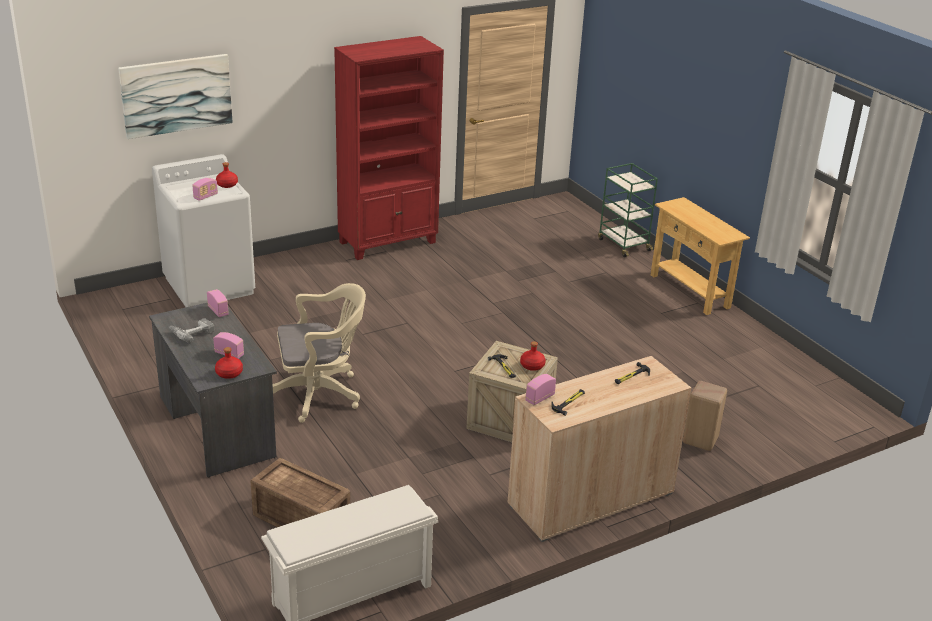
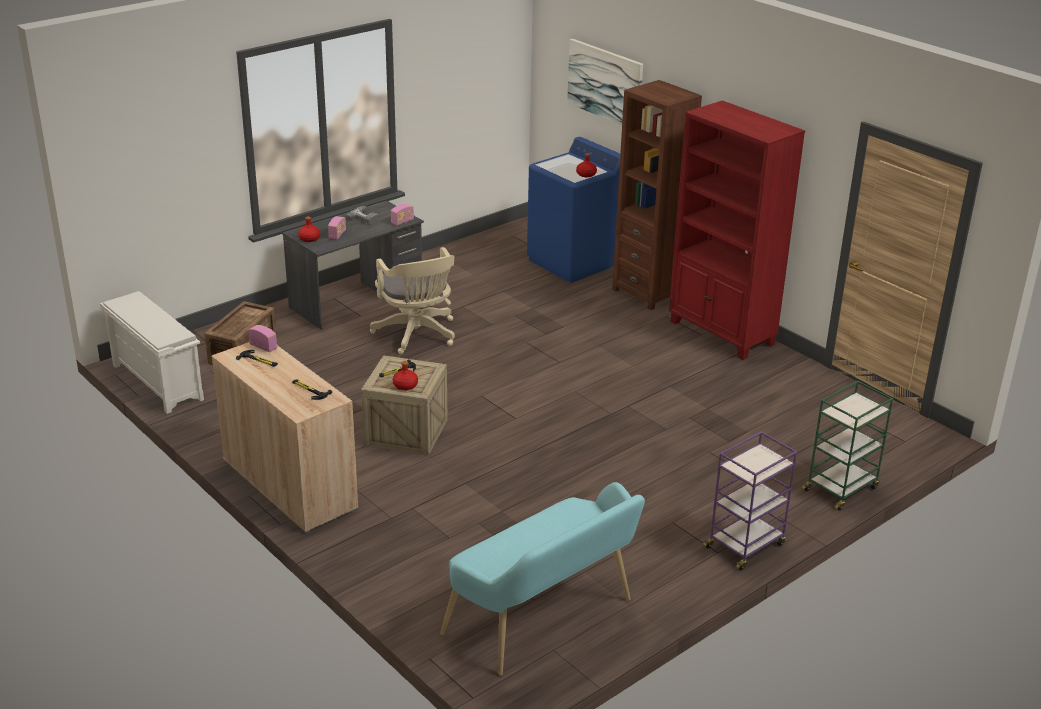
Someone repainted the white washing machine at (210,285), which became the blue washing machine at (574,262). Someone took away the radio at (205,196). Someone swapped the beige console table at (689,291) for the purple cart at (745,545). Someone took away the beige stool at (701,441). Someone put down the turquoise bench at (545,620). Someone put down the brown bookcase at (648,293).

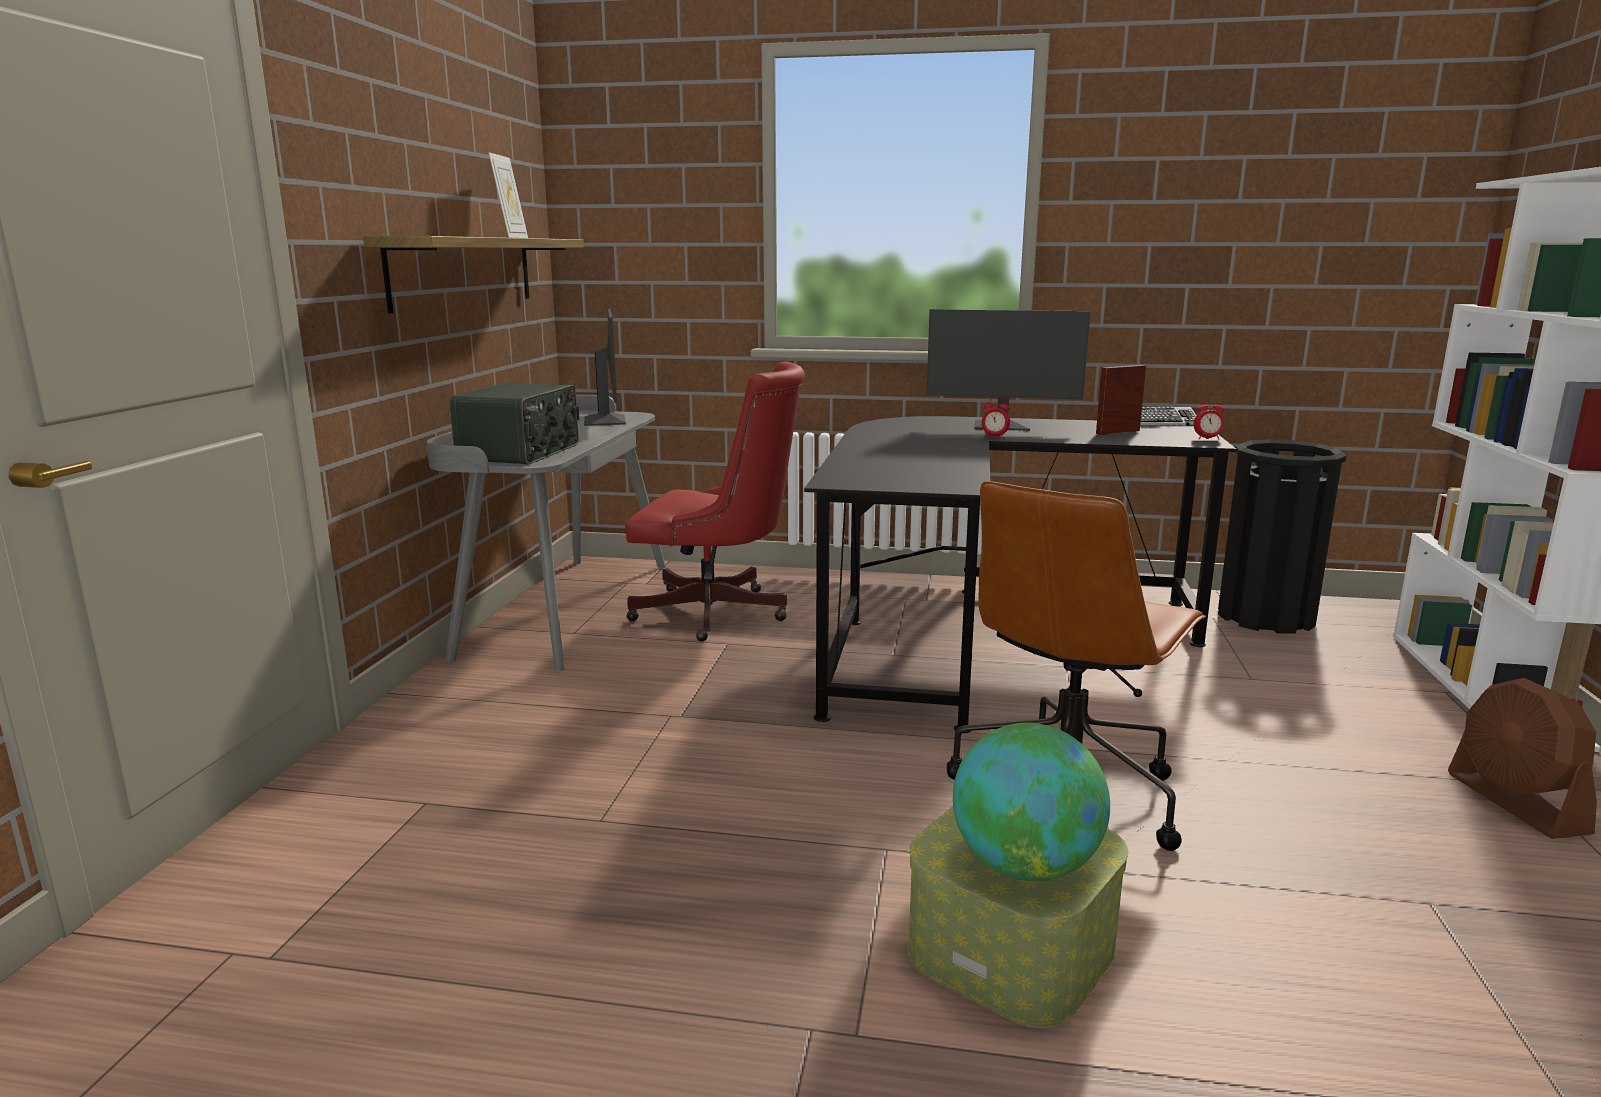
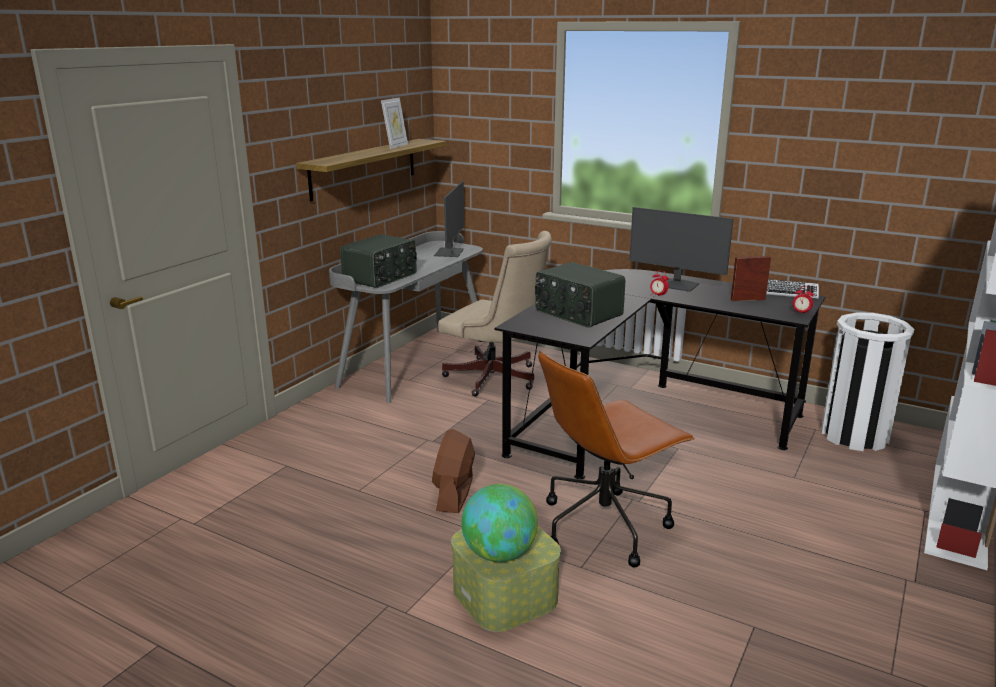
Someone repainted the red office chair at (719,614), which became the beige office chair at (497,379). Someone repainted the black trash can at (1266,617), which became the white trash can at (854,435). Someone carried the brown fan from (1516,803) to (454,494). Someone put down the radio at (577,313).

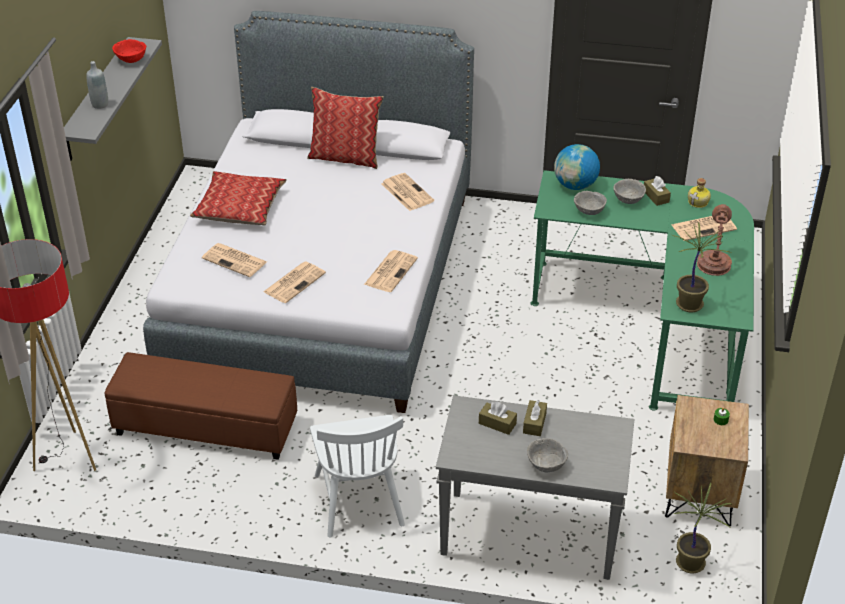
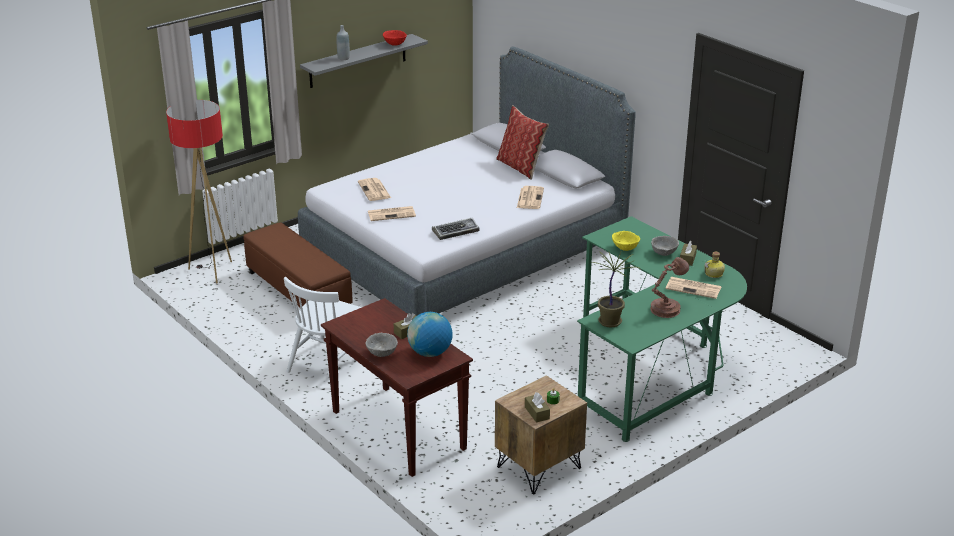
Someone took away the pillow at (240,207). Someone swapped the newspaper at (391,271) for the keyboard at (456,231). Someone repainted the grey console table at (527,536), which became the brown console table at (397,430). Someone carried the brown tissue box from (497,423) to (537,413). Someone carried the globe from (575,185) to (430,353). Someone repainted the grey bowl at (588,211), which became the yellow bowl at (624,248). Someone took away the potted plant at (691,562).

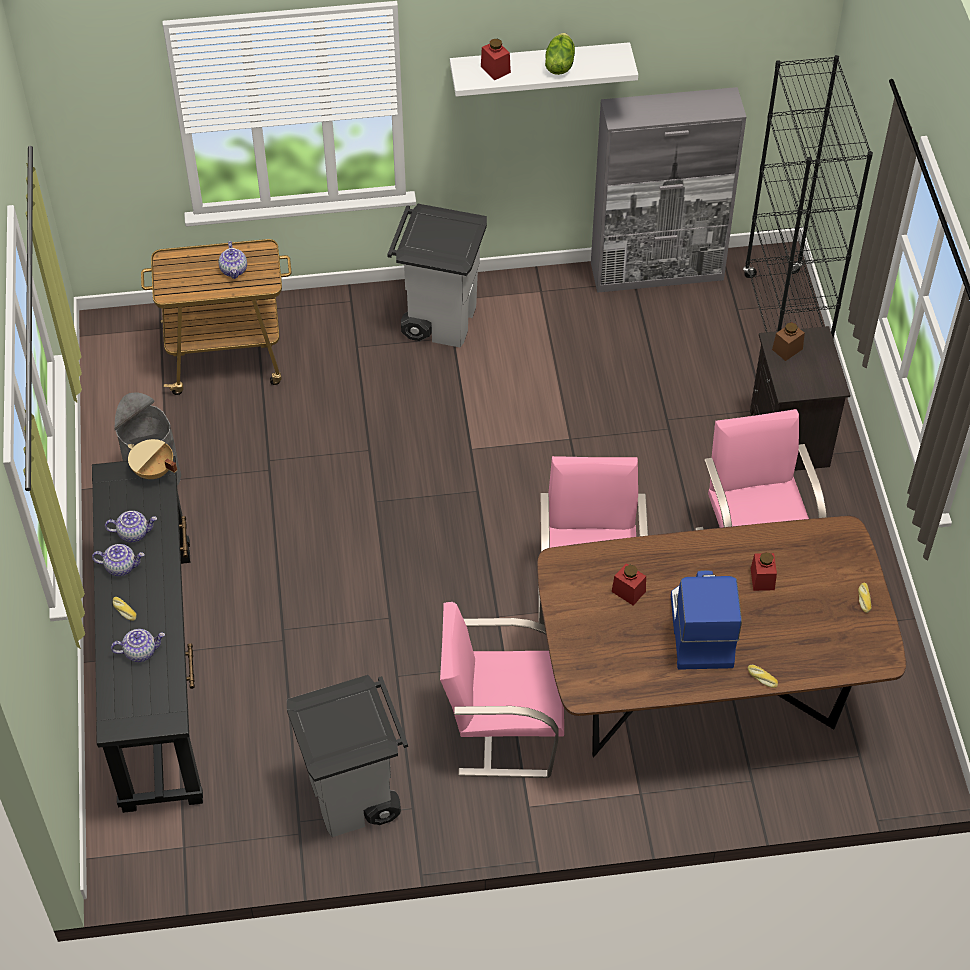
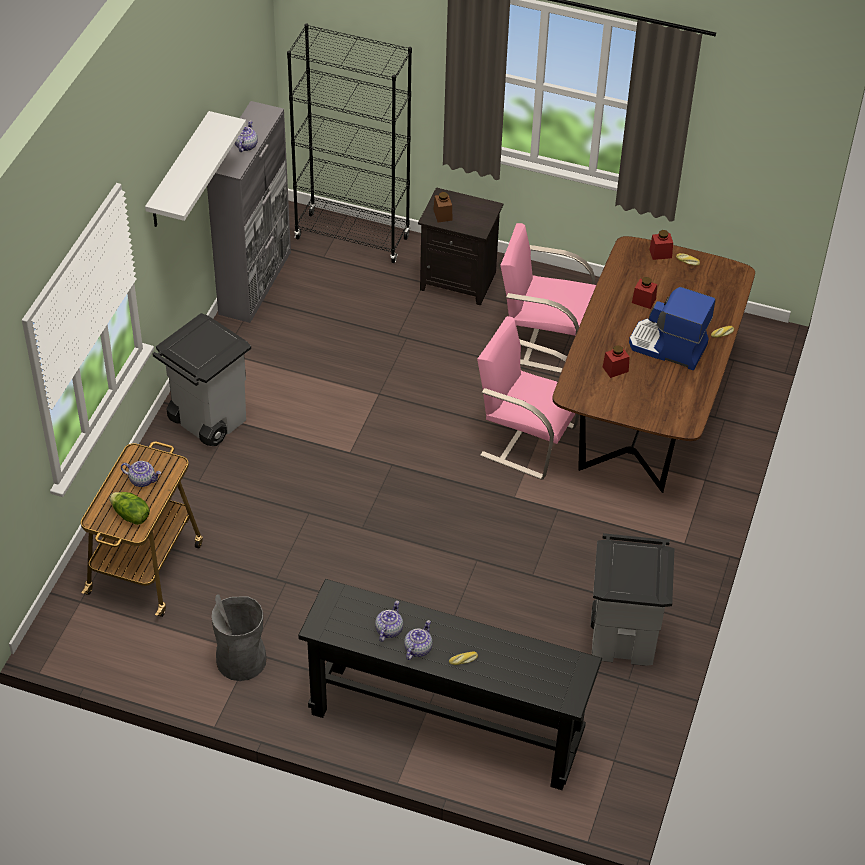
Someone carried the teapot from (140,651) to (245,145). Someone took away the beige cooking pot at (153,471). Someone took away the pink chair at (502,729). Someone carried the red jar from (495,69) to (660,253). Someone carried the lettuce from (559,64) to (130,516).

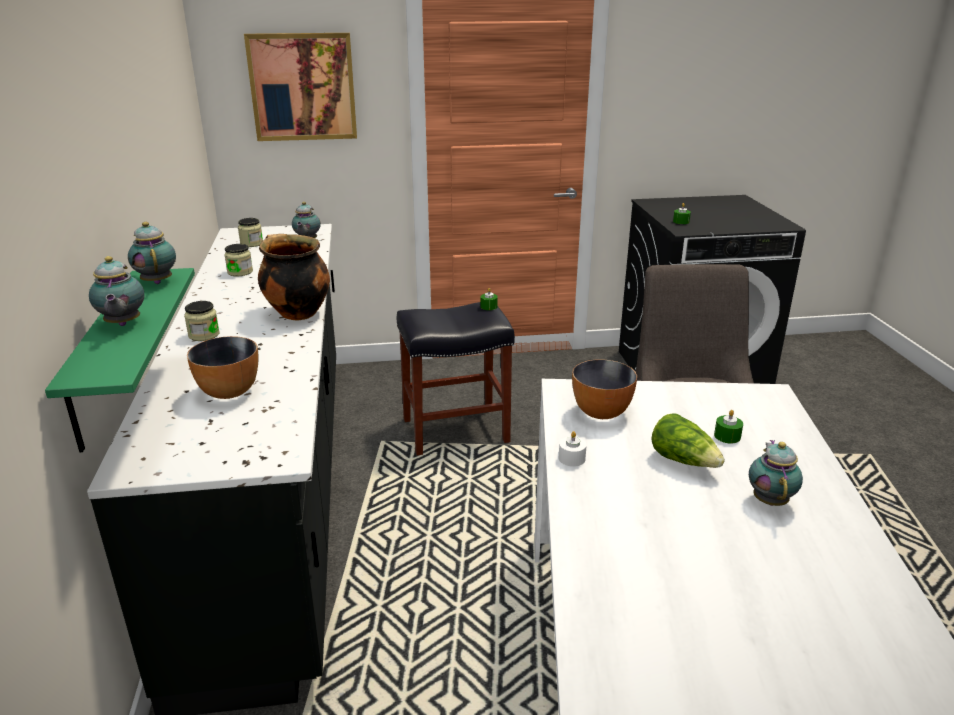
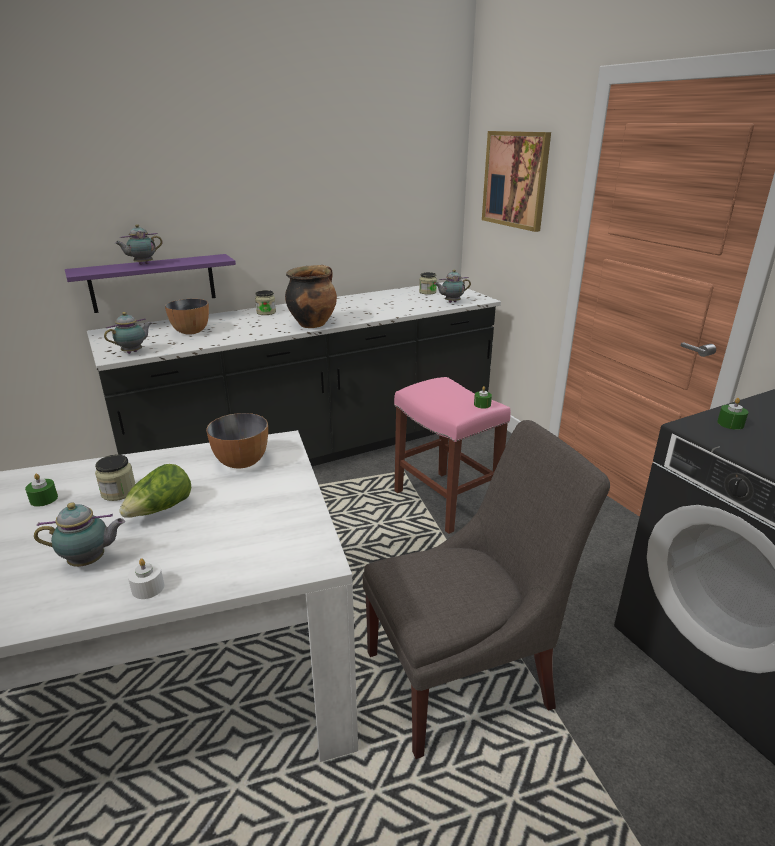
Someone repainted the green shelf at (104,357), which became the purple shelf at (153,283). Someone carried the teapot from (157,281) to (134,352). Someone carried the jar from (240,272) to (119,492). Someone repainted the black stool at (456,429), which became the pink stool at (447,501). Someone carried the white candle from (571,458) to (148,588). Someone carried the green candle from (727,436) to (44,499).

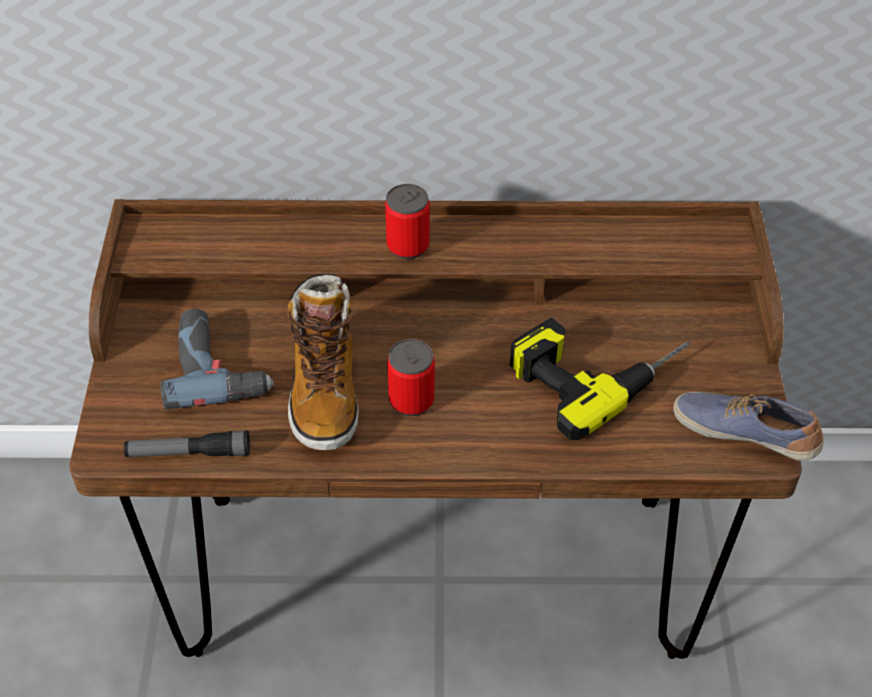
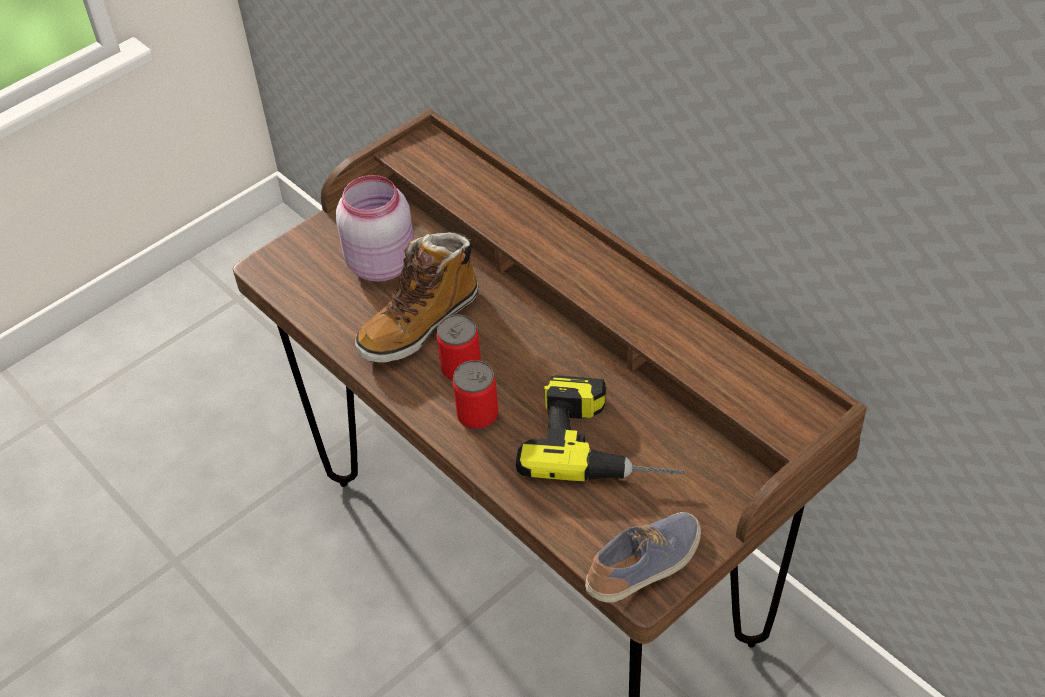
Someone took away the flashlight at (188,453). Someone swapped the power drill at (218,366) for the pink jar at (381,262). Someone carried the can from (408,246) to (477,415). Someone rotated the shoe at (744,433) by 60 degrees clockwise.

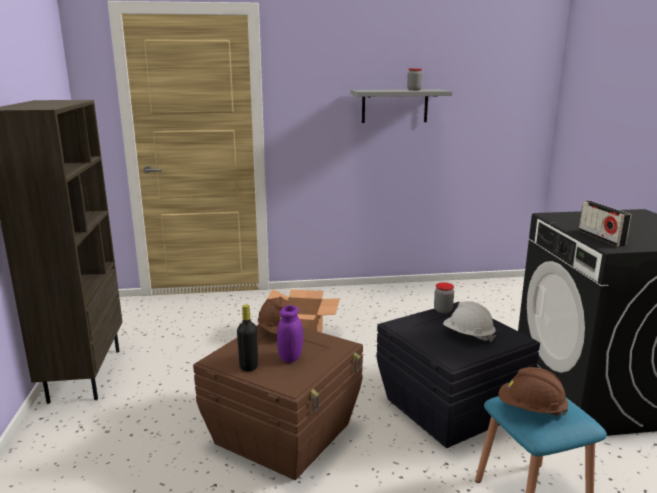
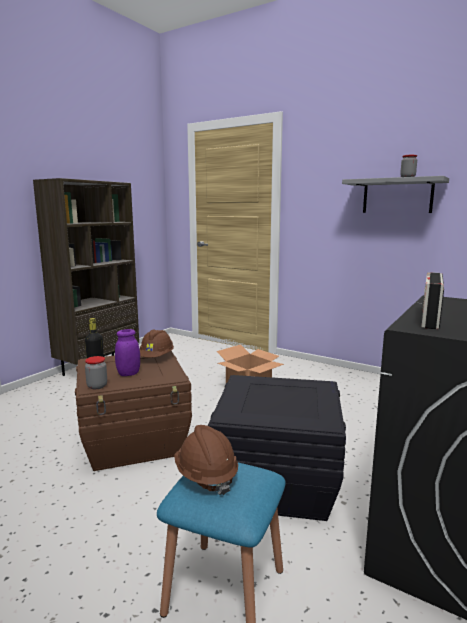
Someone carried the jar from (443,310) to (97,386). Someone took away the white hard hat at (468,335).

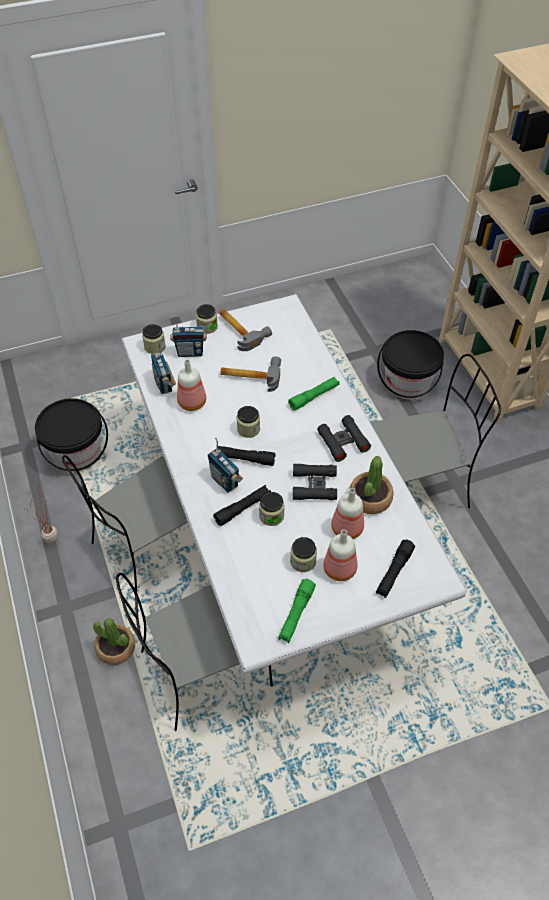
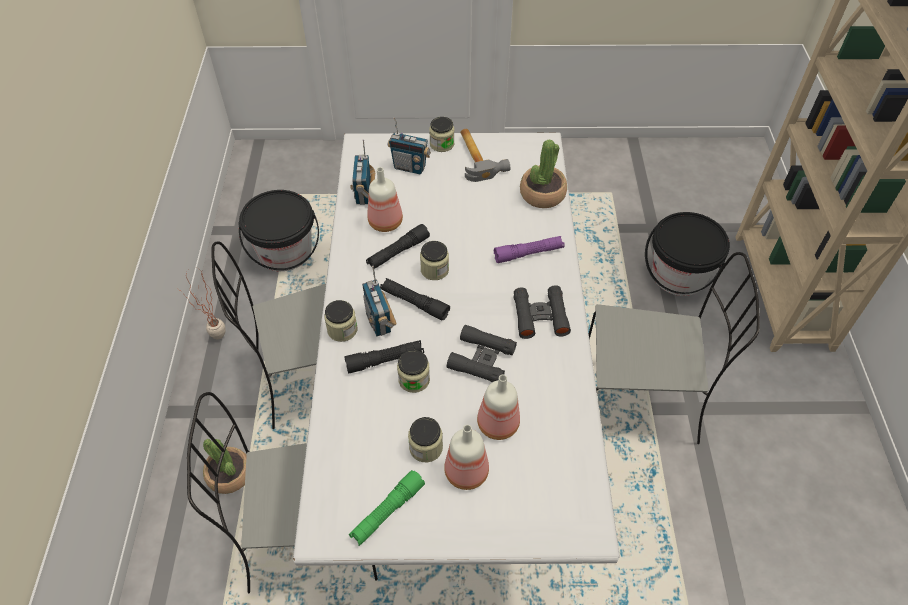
Someone carried the jar from (155,347) to (342,330). Someone took away the hammer at (250,375). Someone repainted the green flashlight at (314,397), which became the purple flashlight at (528,253). Someone carried the potted plant from (370,498) to (542,194). Someone carried the black flashlight from (394,572) to (398,252).

